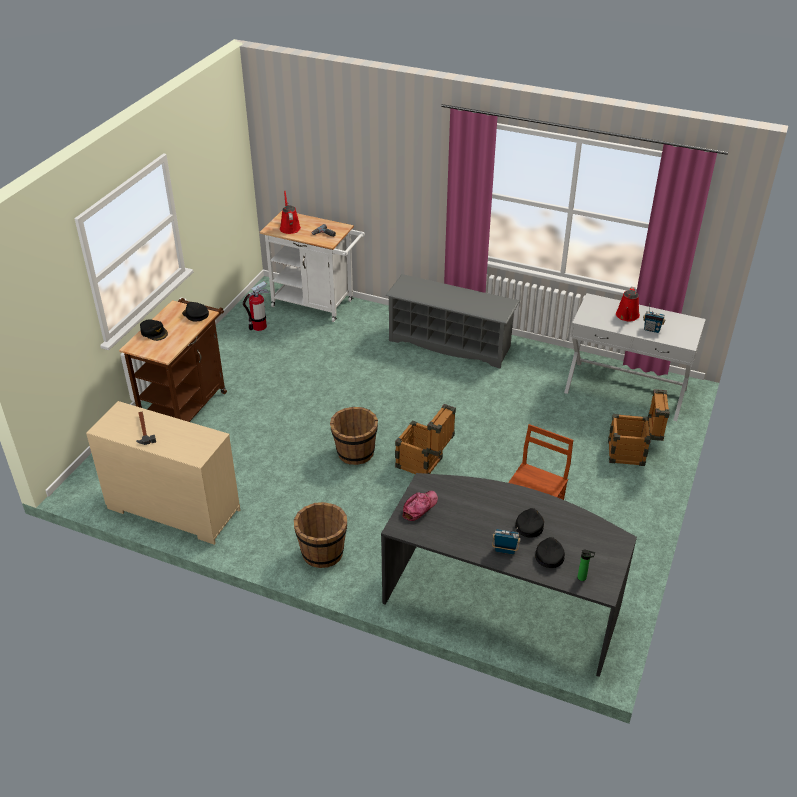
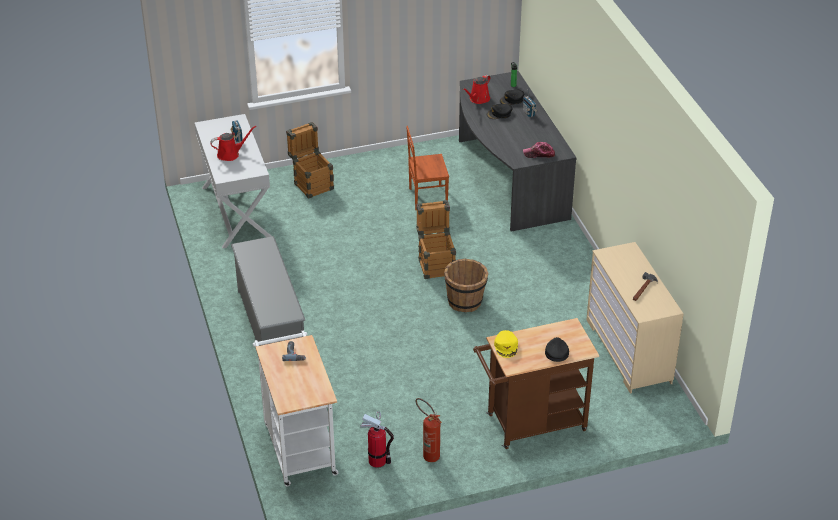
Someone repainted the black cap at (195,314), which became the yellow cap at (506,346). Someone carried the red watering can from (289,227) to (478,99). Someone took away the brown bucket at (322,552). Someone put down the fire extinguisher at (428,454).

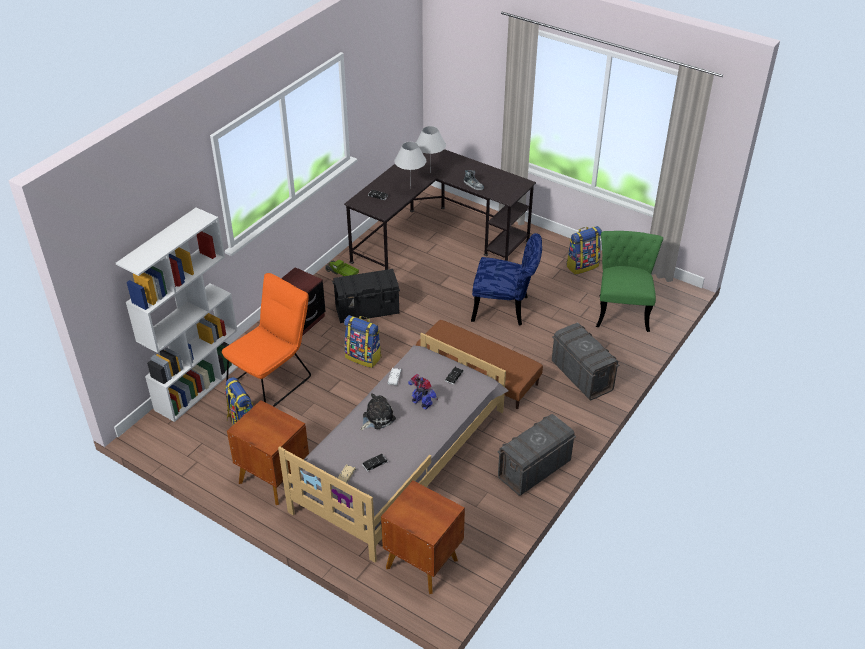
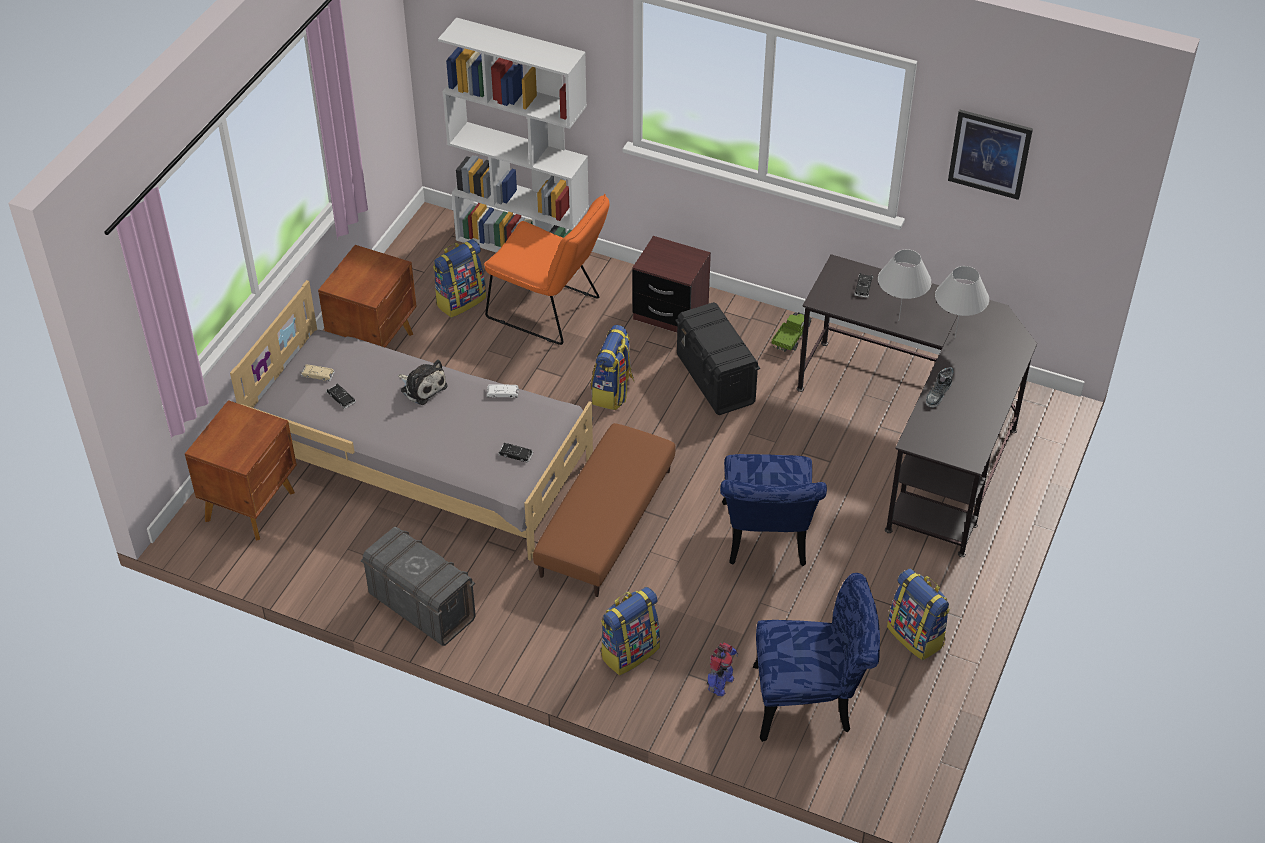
Someone carried the toy robot from (421,403) to (720,684). Someone swapped the grey storage box at (581,375) for the backpack at (629,651). Someone repainted the green chair at (622,309), which became the blue chair at (812,701). Someone put up the picture at (990,153).

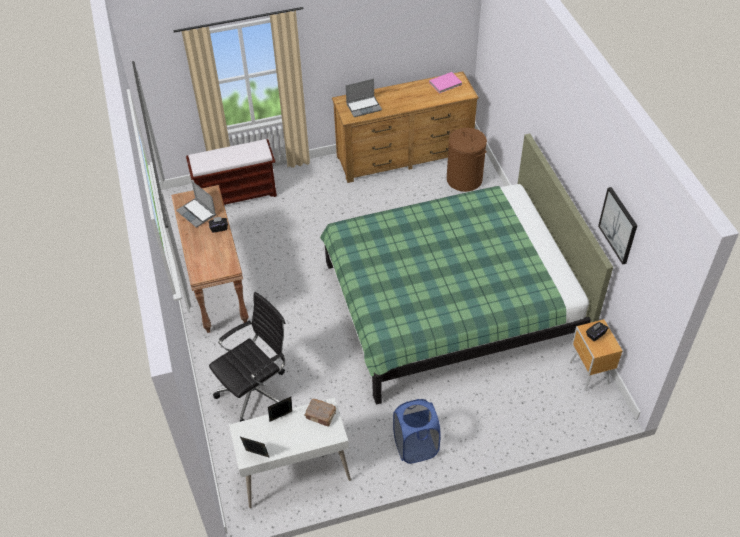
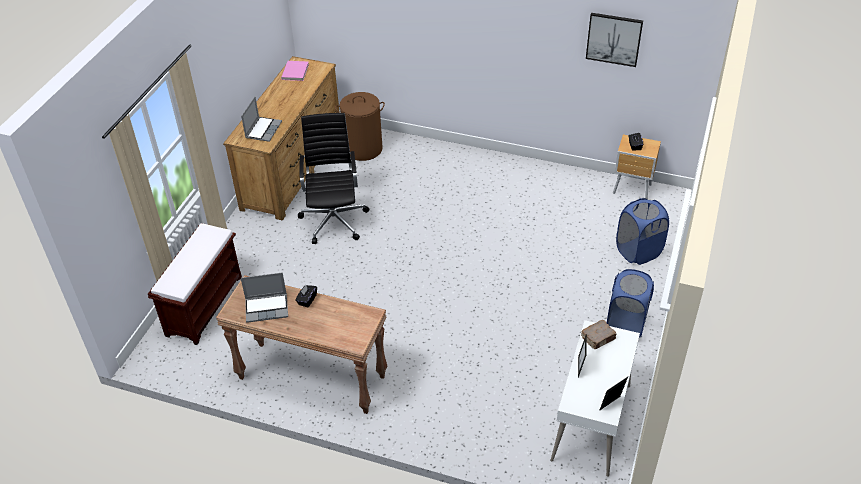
Someone carried the black office chair from (256,392) to (334,219). Someone took away the green bed at (450,303). Someone put down the blue laundry basket at (638,251).

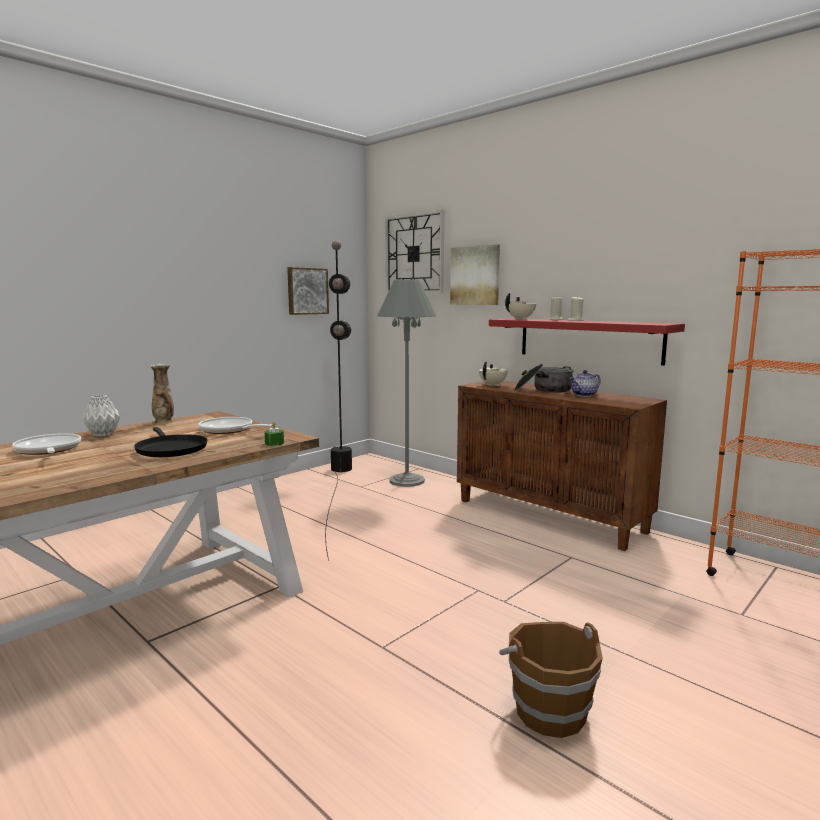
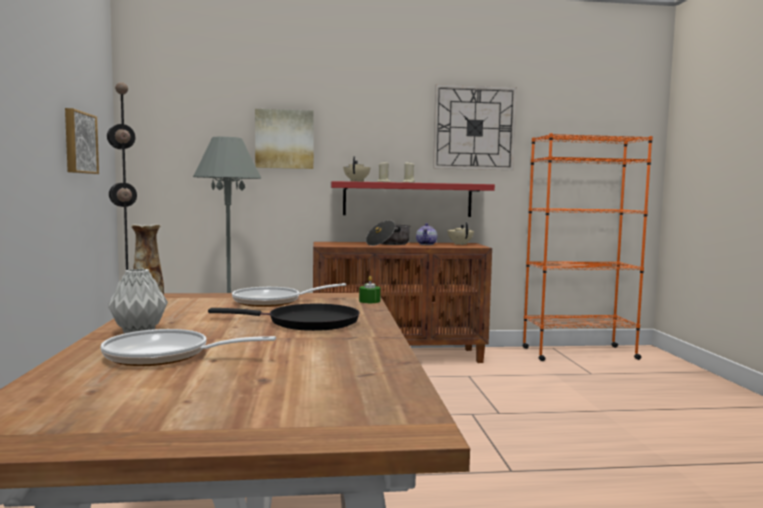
Someone carried the wall clock from (414,254) to (474,128). Someone carried the beige teapot from (493,385) to (460,244). Someone took away the brown bucket at (548,711).

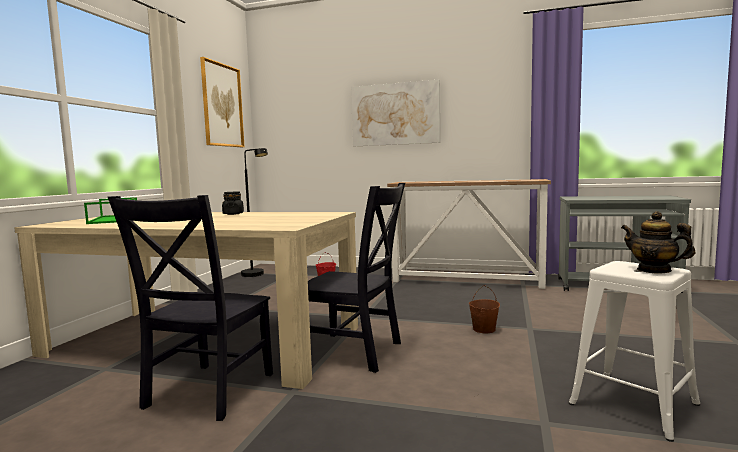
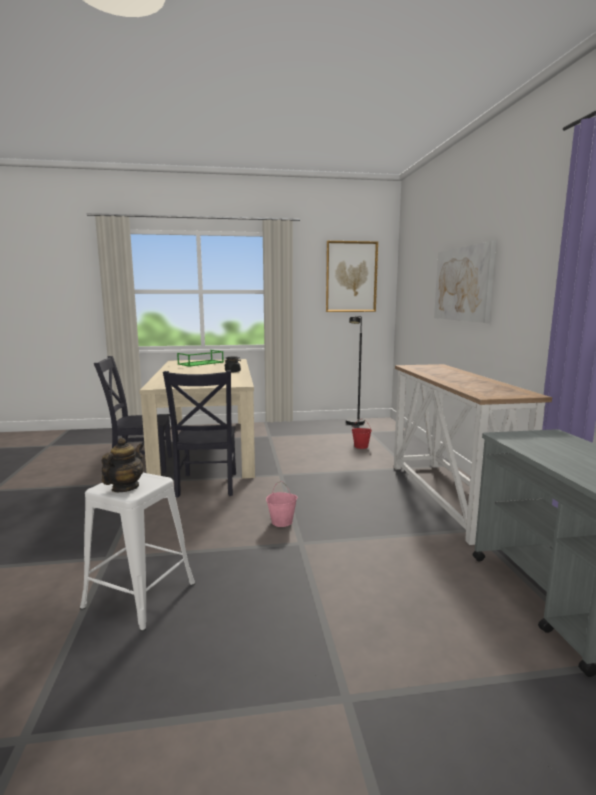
Someone repainted the brown bucket at (483,329), which became the pink bucket at (282,522).

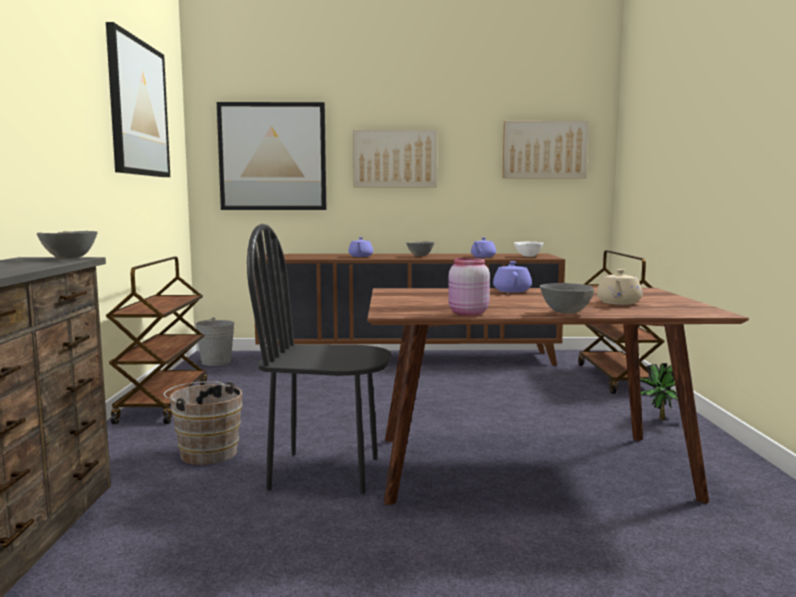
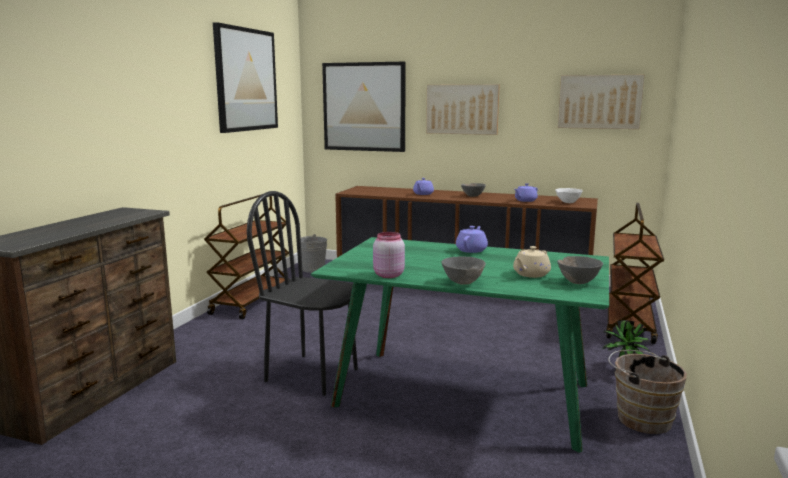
Someone carried the grey bowl from (69,258) to (578,282). Someone carried the brown bucket from (206,452) to (640,418). Someone repainted the brown dining table at (527,468), which became the green dining table at (462,396).

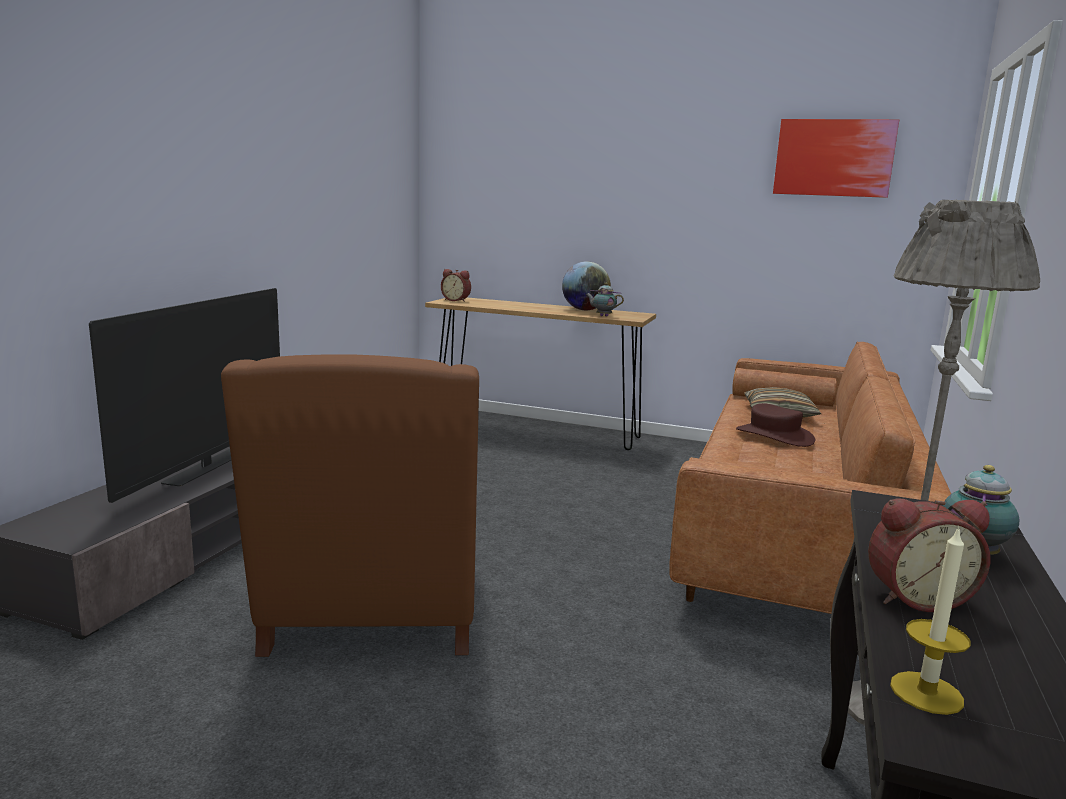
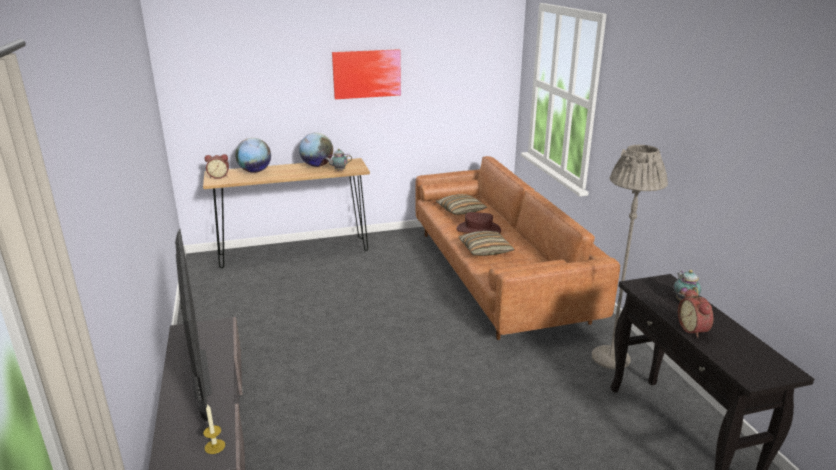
Someone took away the brown armchair at (373,609). Someone carried the picture from (833,158) to (366,74). Someone rotated the alarm clock at (915,597) by 120 degrees clockwise. Someone carried the candle from (926,692) to (215,446). Someone put down the globe at (255,171). Someone put down the pillow at (485,250).

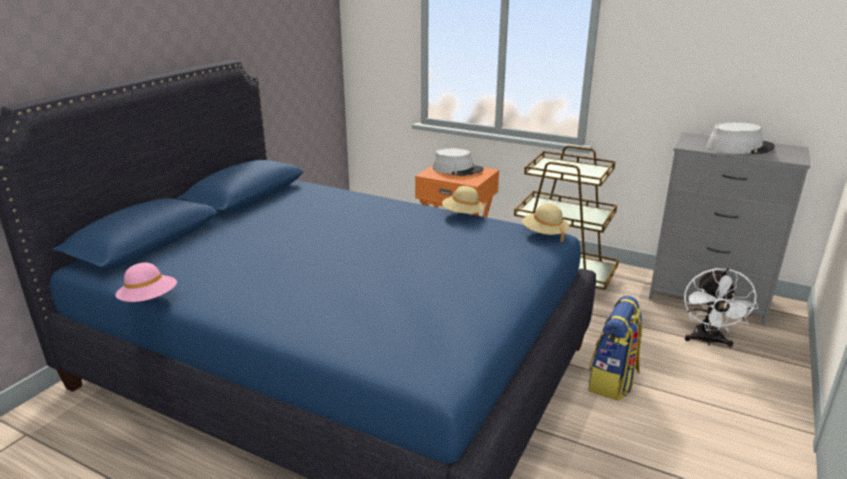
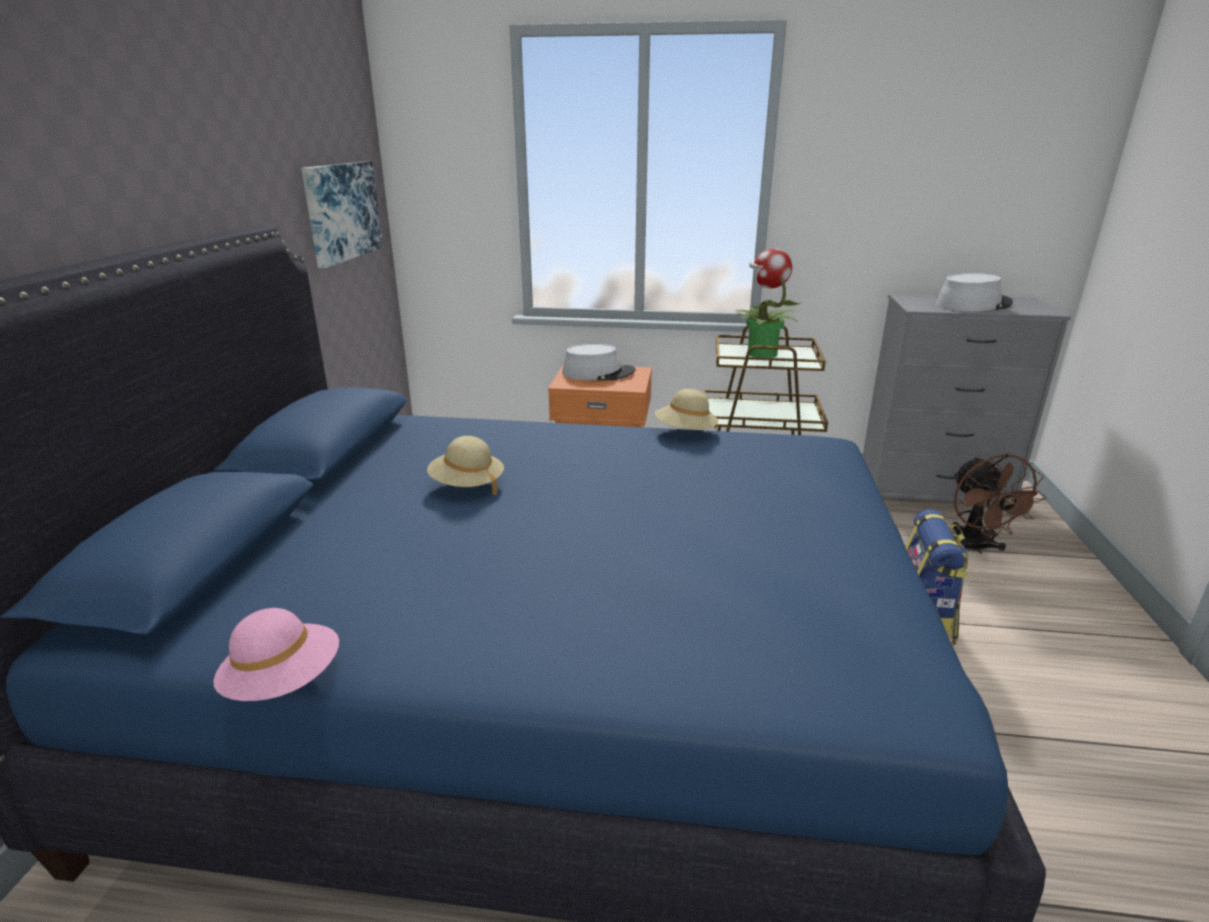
Someone carried the beige hat from (544,234) to (467,485). Someone repainted the white fan at (707,341), which became the brown fan at (975,548). Someone put up the picture at (341,211). Someone put down the potted plant at (761,353).

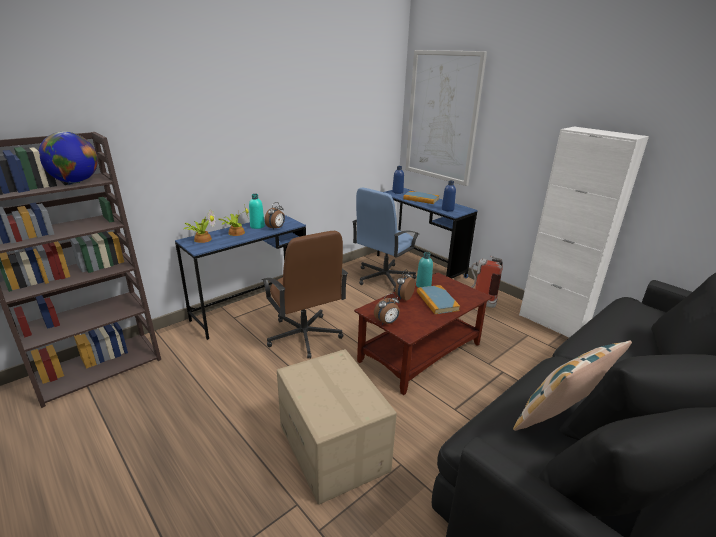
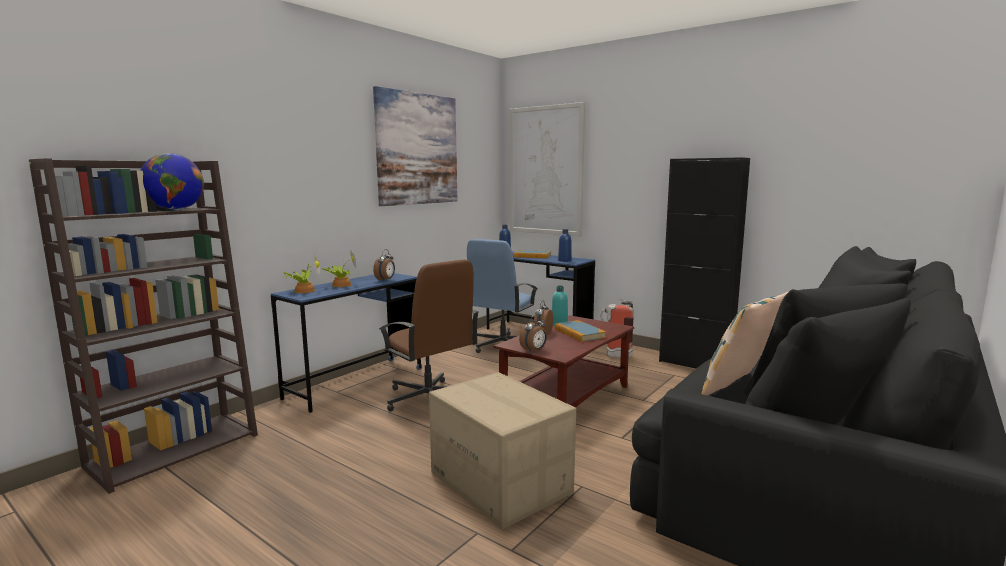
Someone took away the turquoise bottle at (257,226). Someone repainted the white cabinet at (552,323), which became the black cabinet at (695,364). Someone put up the picture at (417,149).

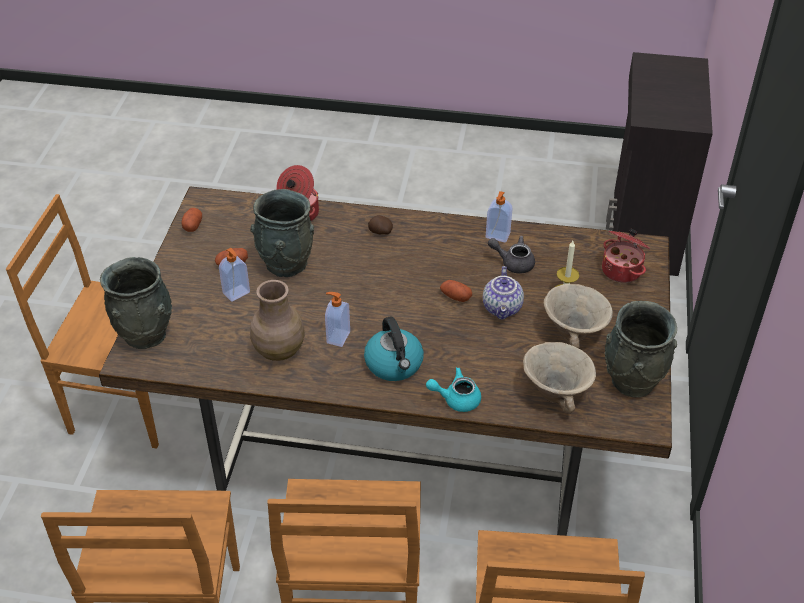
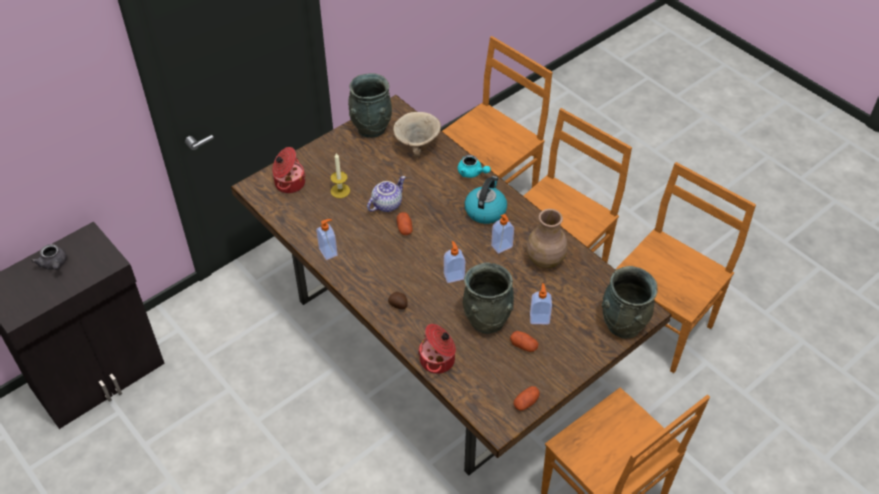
Someone carried the grey teapot from (513,262) to (54,264). Someone took away the beige bowl at (575,332). Someone put down the soap dispenser at (454,276).

